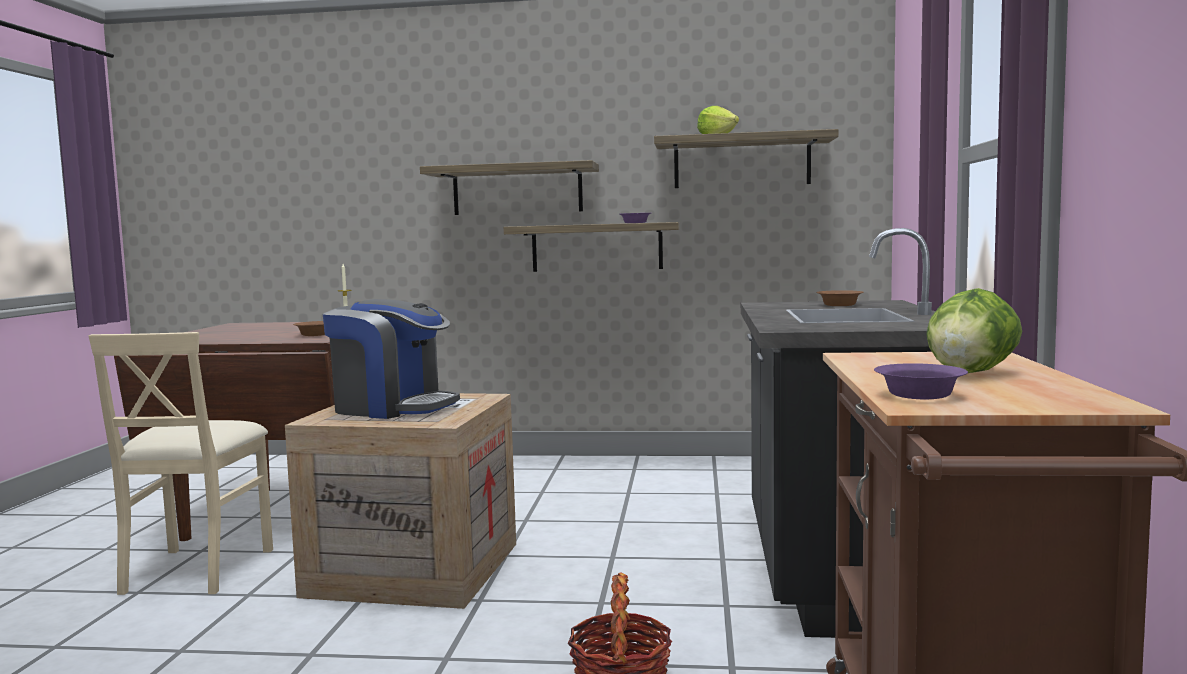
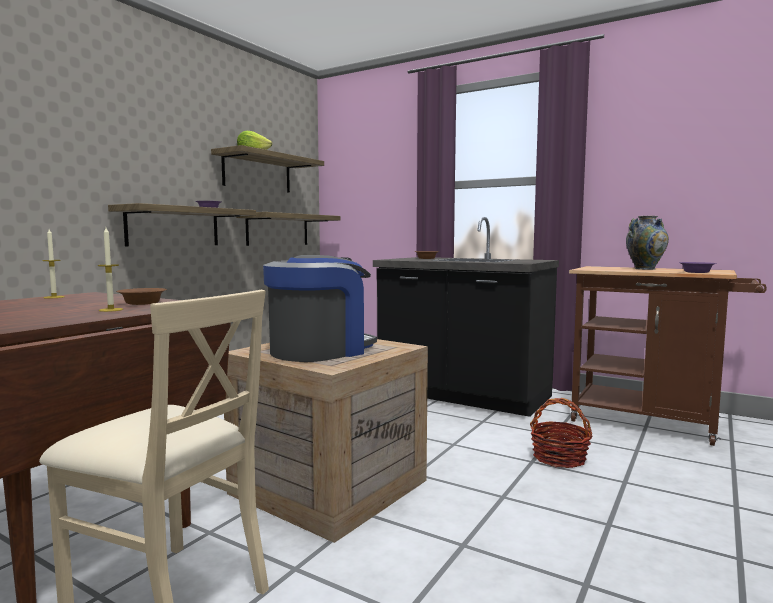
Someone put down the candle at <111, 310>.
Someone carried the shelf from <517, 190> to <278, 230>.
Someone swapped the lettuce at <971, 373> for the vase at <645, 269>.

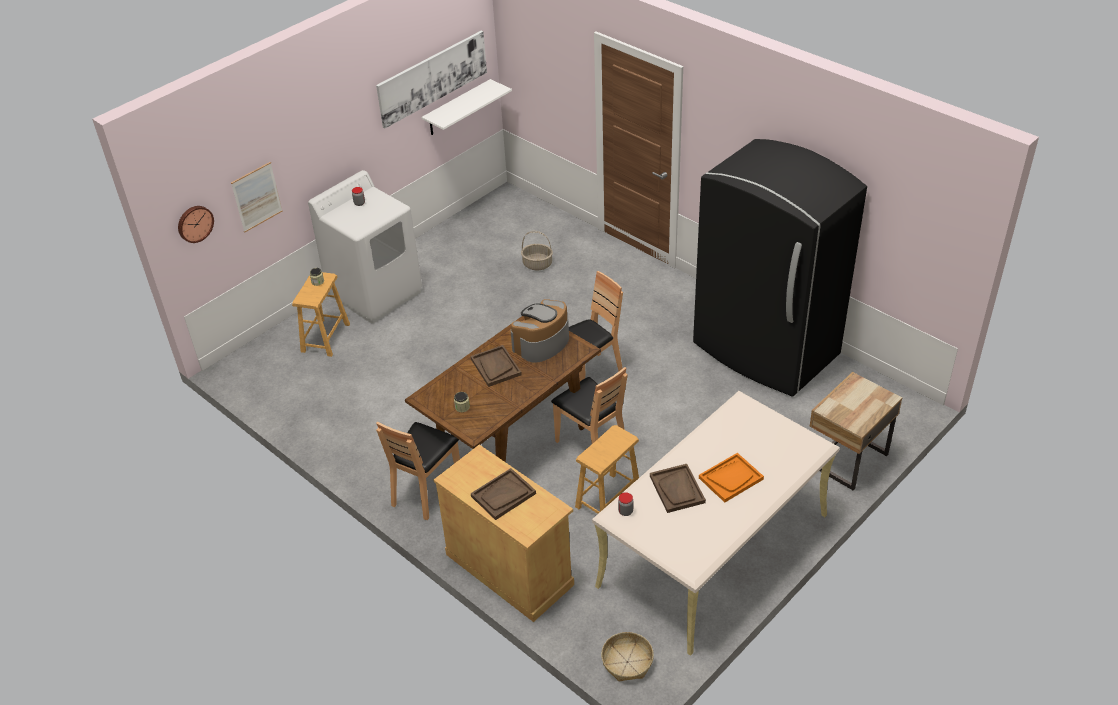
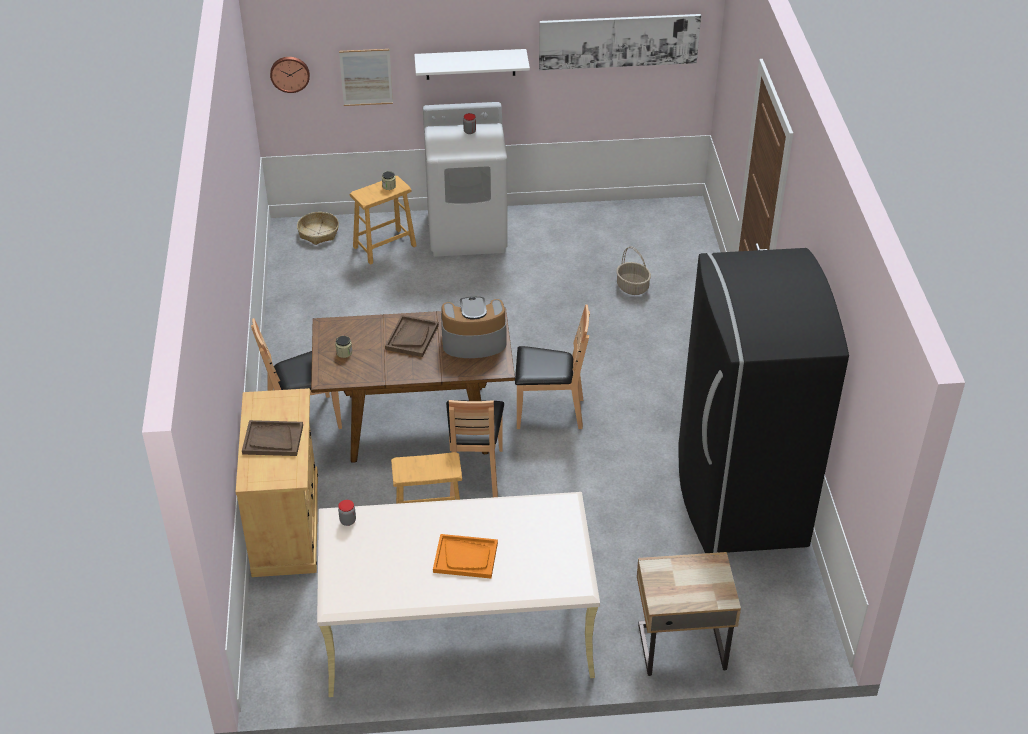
Someone carried the storage basket from <627, 662> to <318, 233>.
Someone carried the white-coloured shelf from <457, 108> to <470, 64>.
Someone took away the brown tray at <677, 489>.

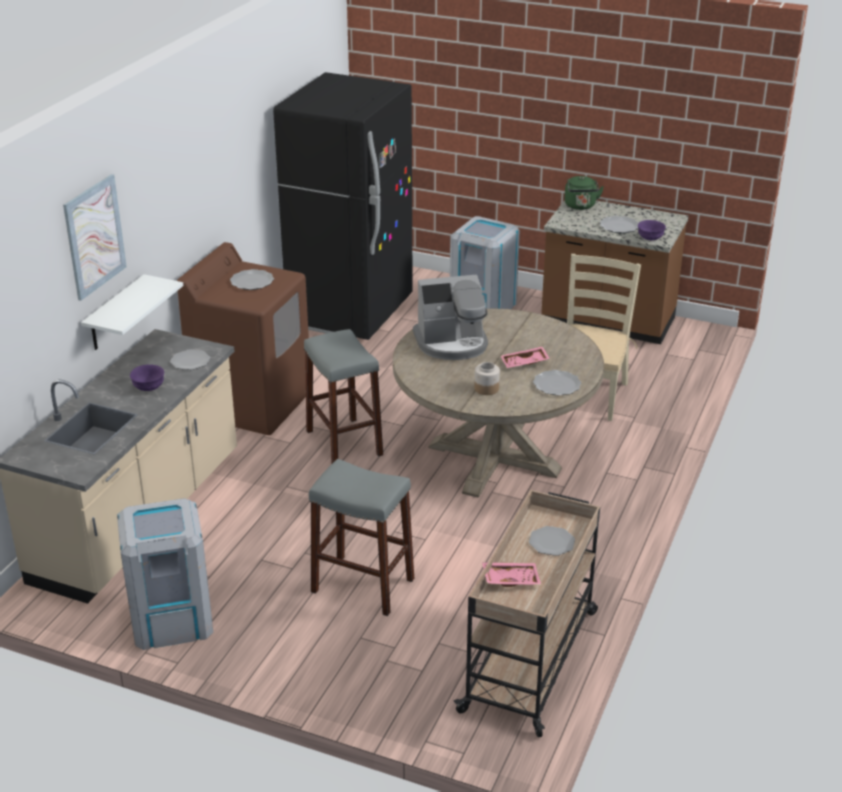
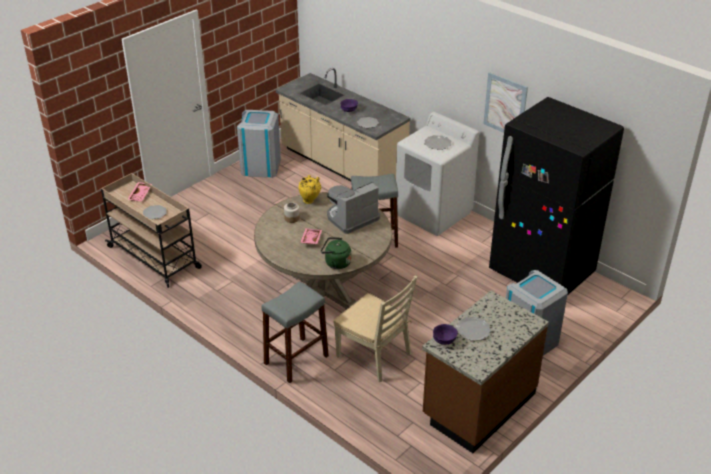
Someone carried the grey stool seat from <362, 585> to <296, 359>.
Someone put down the yellowish vase at <310, 201>.
Someone carried the green tea kettle from <580, 206> to <336, 263>.
Someone rotated the coffee machine at <452, 343> by 45 degrees clockwise.
Someone repainted the brown laundry machine at <252, 404>, which became the white-coloured laundry machine at <433, 213>.
Someone carried the wall art from <94, 236> to <505, 105>.
Someone took away the white-coloured shelf at <115, 314>.
Someone took away the flat dish at <556, 385>.

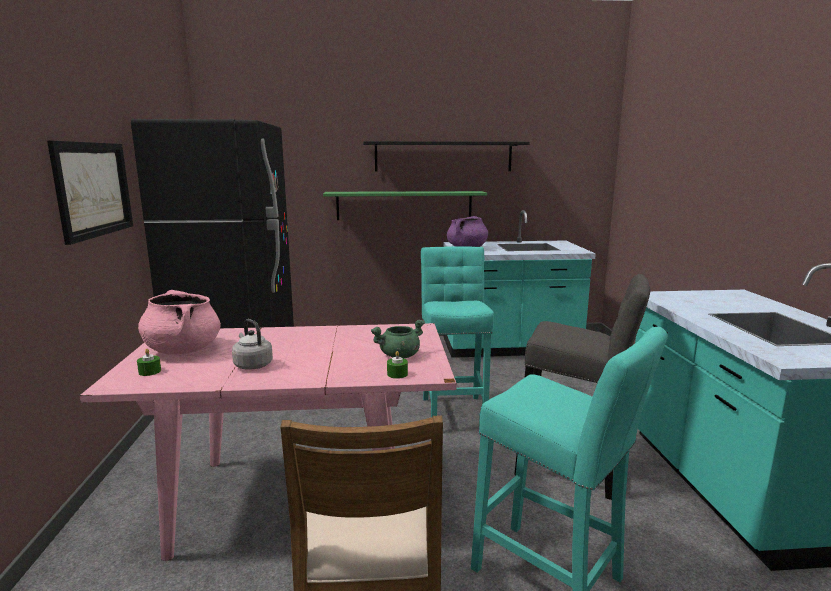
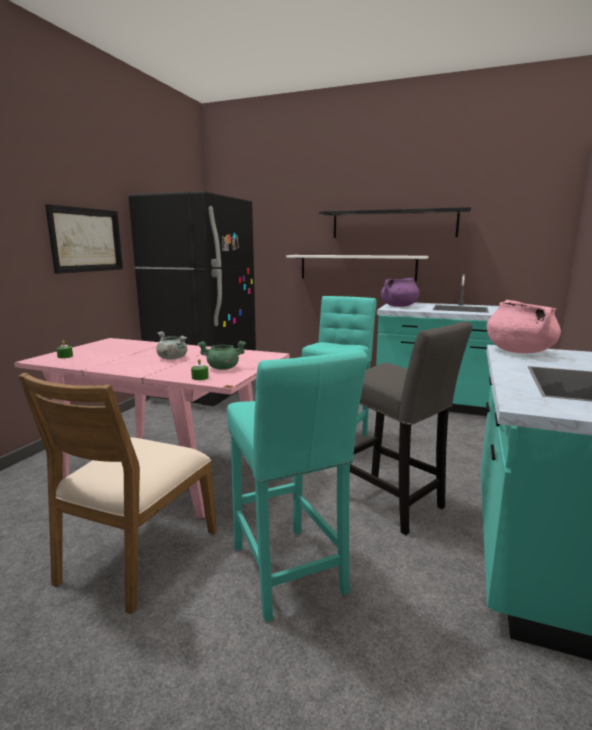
Someone put down the grey stockpot at <172, 358>.
Someone repainted the green shelf at <404, 205>, which became the white-coloured shelf at <357, 267>.
Someone carried the pink stockpot from <183, 350> to <518, 351>.
Someone took away the grey tea kettle at <252, 365>.

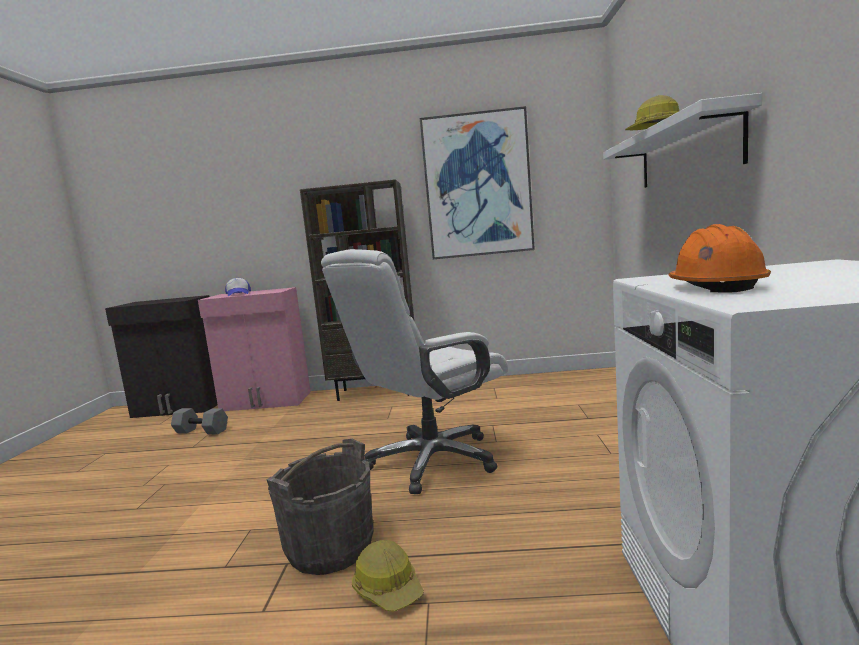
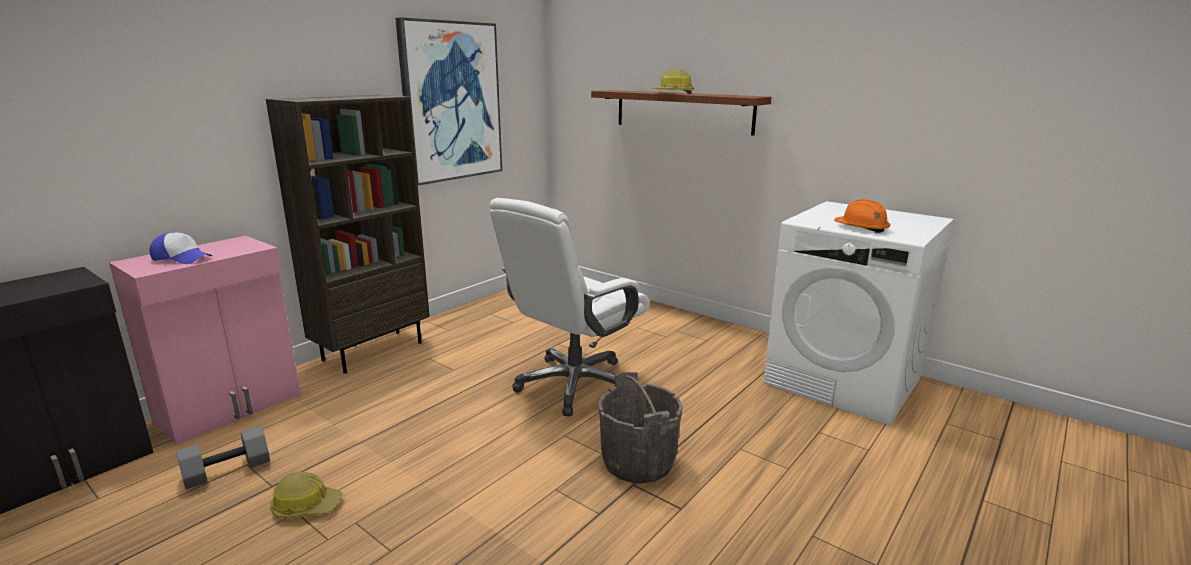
Someone carried the work helmet from <388, 588> to <306, 506>.
Someone rotated the white-coloured office chair at <431, 461> by 45 degrees clockwise.
Someone repainted the white-coloured shelf at <686, 152>, which became the brown shelf at <682, 111>.

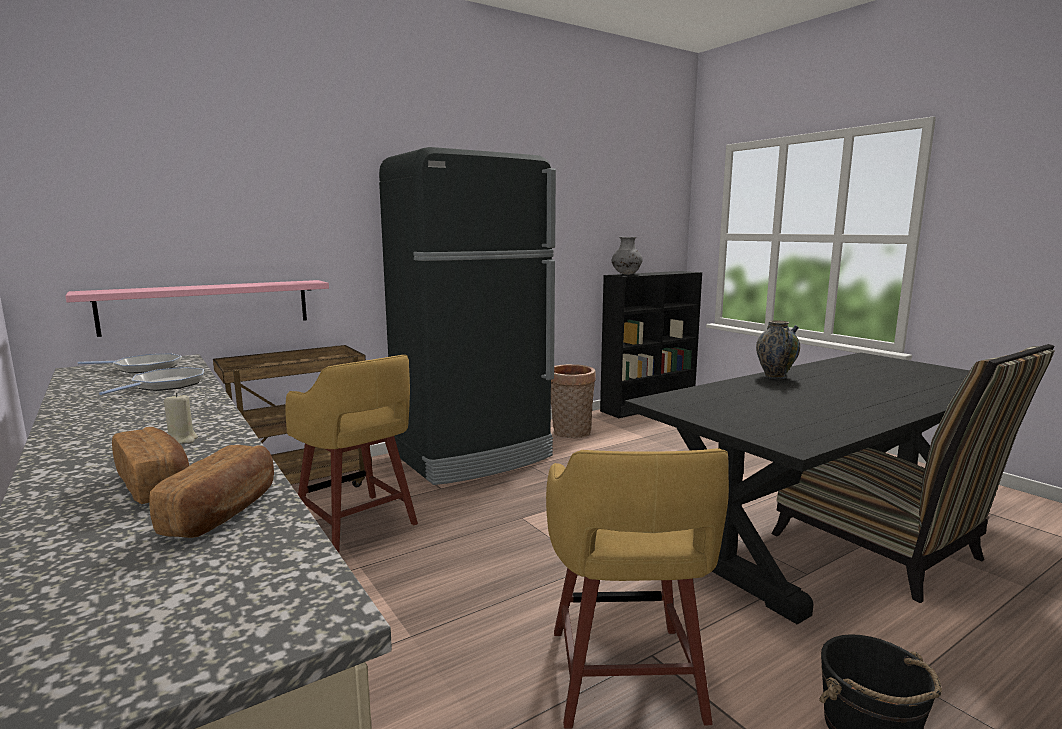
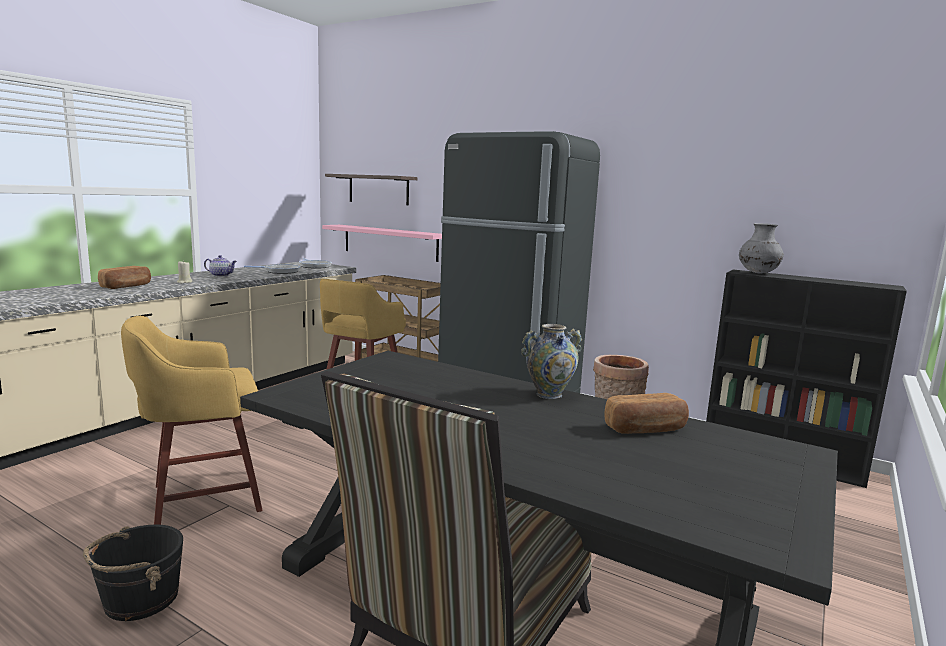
Someone put down the tea pot at <221, 275>.
Someone put up the shelf at <378, 189>.
Someone carried the baked bread from <223, 512> to <646, 429>.

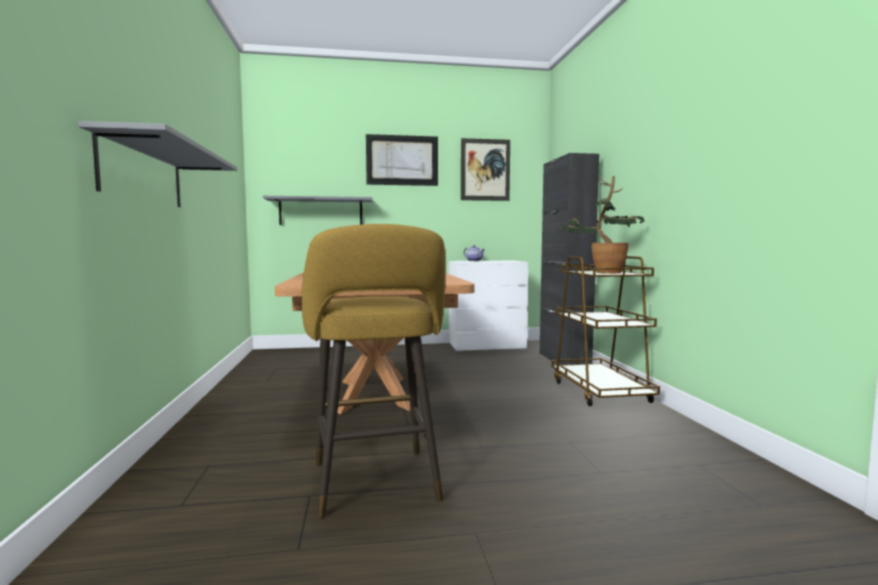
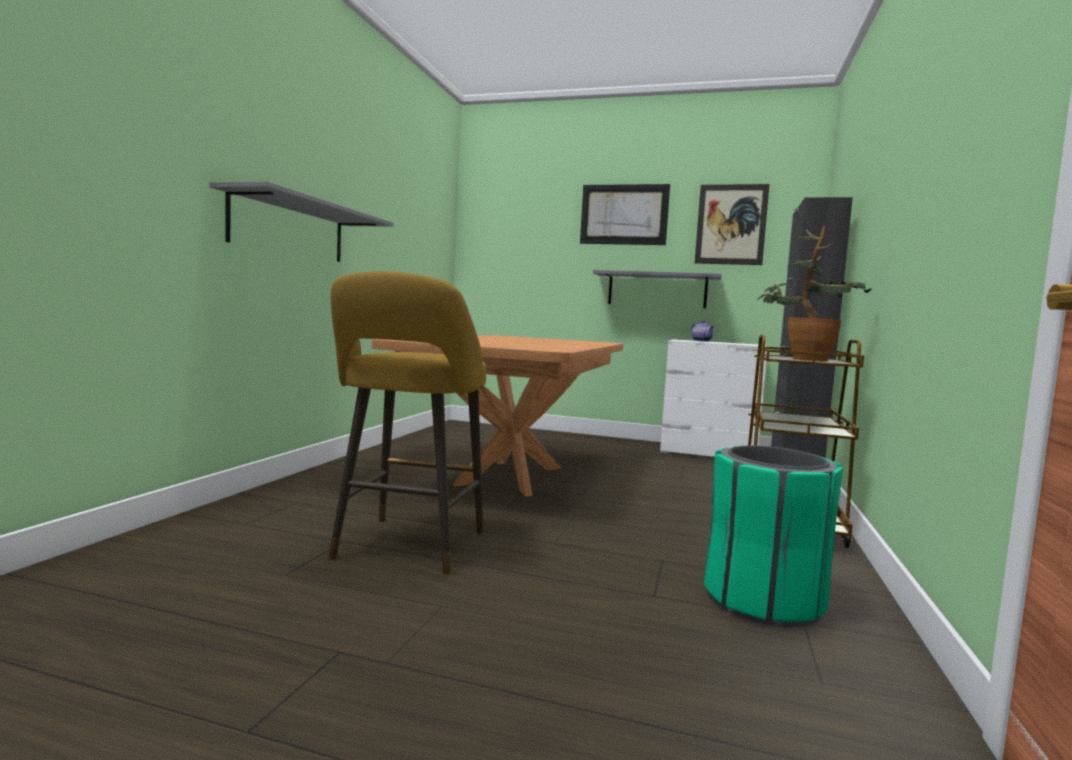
Someone carried the grey shelf from <321, 212> to <657, 290>.
Someone put down the green waste bin at <764, 601>.

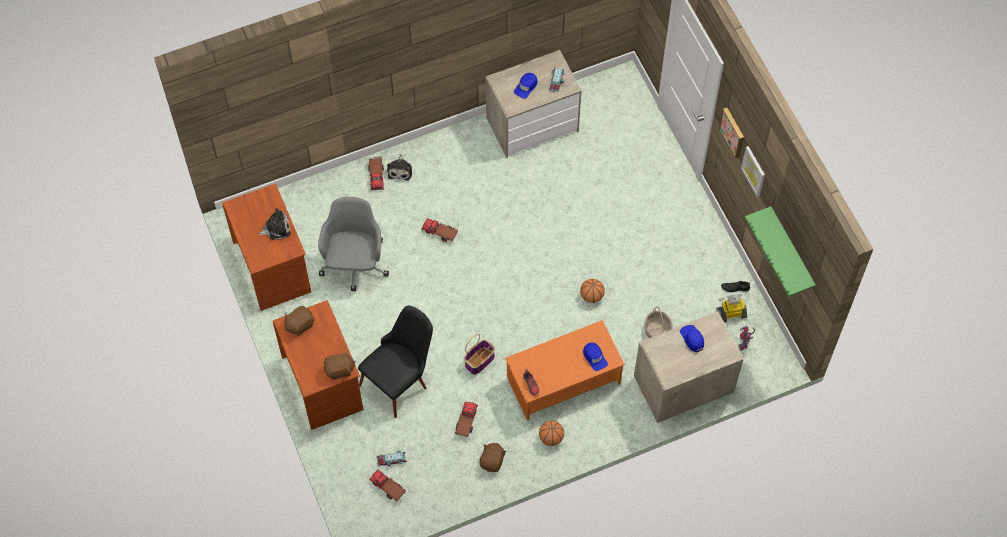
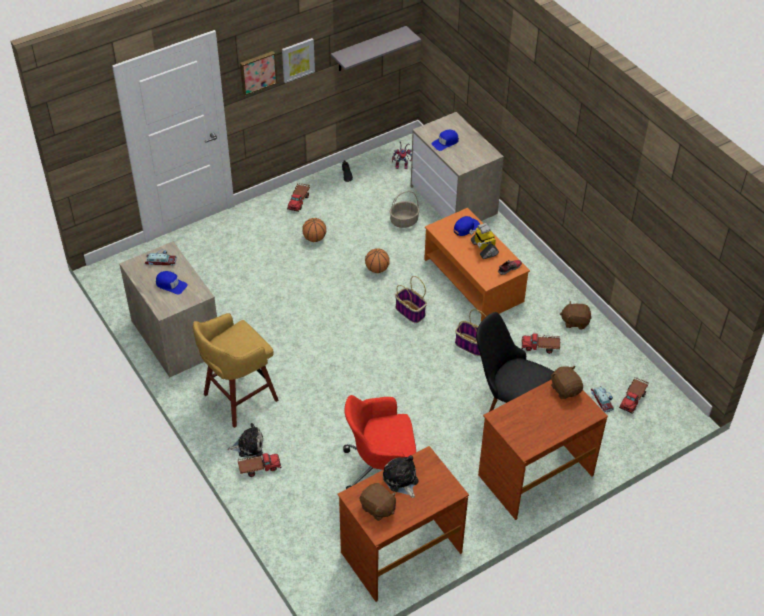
Someone put down the yellowish stool seat at <238, 398>.
Someone carried the model truck from <440, 233> to <299, 201>.
Someone carried the ball for basketball from <551, 438> to <314, 238>.
Someone repainted the green shelf at <791, 251>, which became the grey shelf at <368, 49>.
Someone repainted the grey office chair at <355, 264>, which became the reddish office chair at <381, 469>.
Someone carried the brown cuddly toy from <299, 324> to <378, 508>.
Someone put down the storage basket at <411, 312>.
Someone carried the model robot from <731, 313> to <483, 248>.

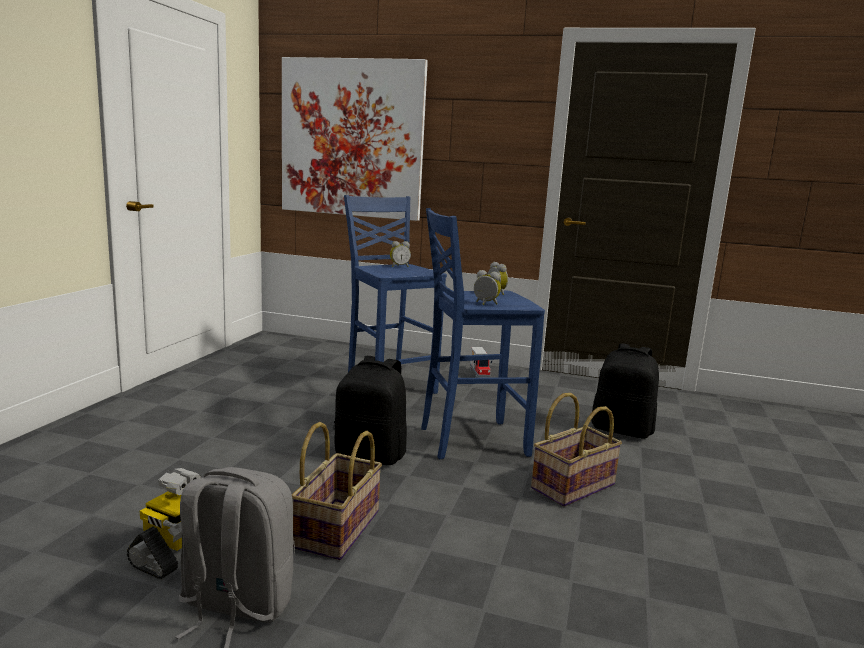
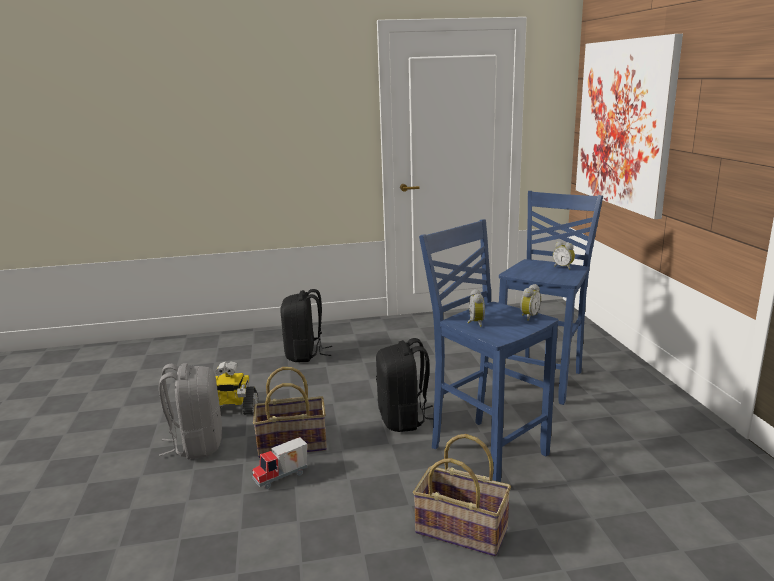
Someone carried the model truck from <480, 374> to <282, 477>.
Someone carried the blackish rucksack from <622, 430> to <305, 354>.

